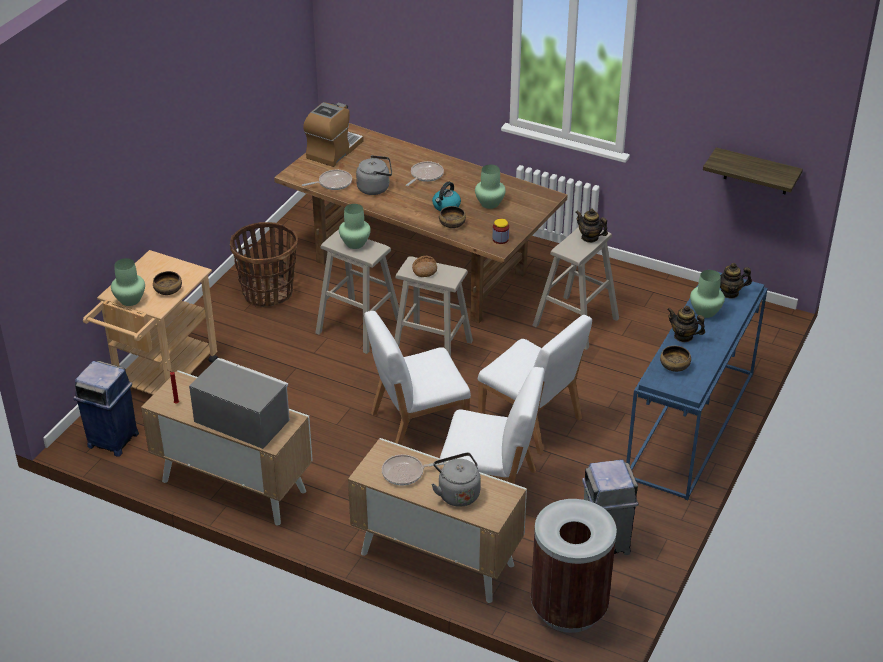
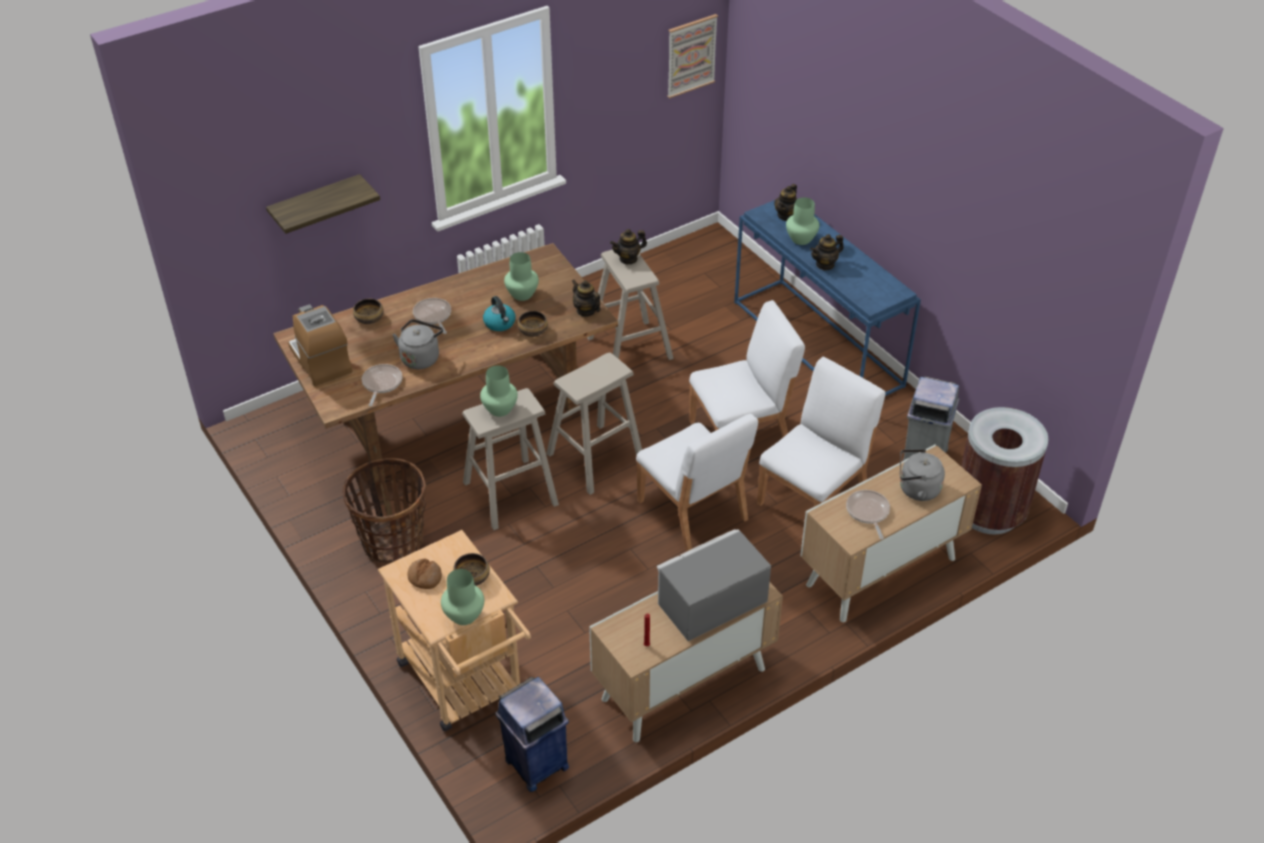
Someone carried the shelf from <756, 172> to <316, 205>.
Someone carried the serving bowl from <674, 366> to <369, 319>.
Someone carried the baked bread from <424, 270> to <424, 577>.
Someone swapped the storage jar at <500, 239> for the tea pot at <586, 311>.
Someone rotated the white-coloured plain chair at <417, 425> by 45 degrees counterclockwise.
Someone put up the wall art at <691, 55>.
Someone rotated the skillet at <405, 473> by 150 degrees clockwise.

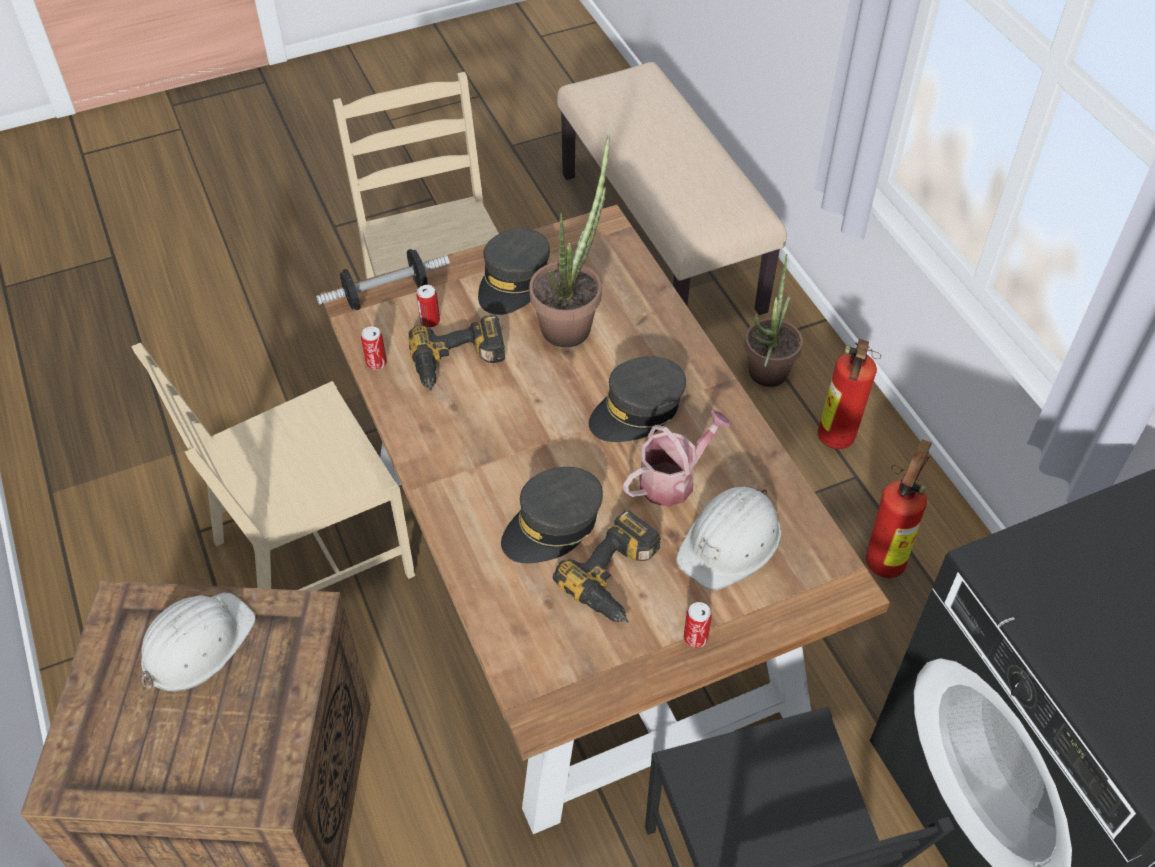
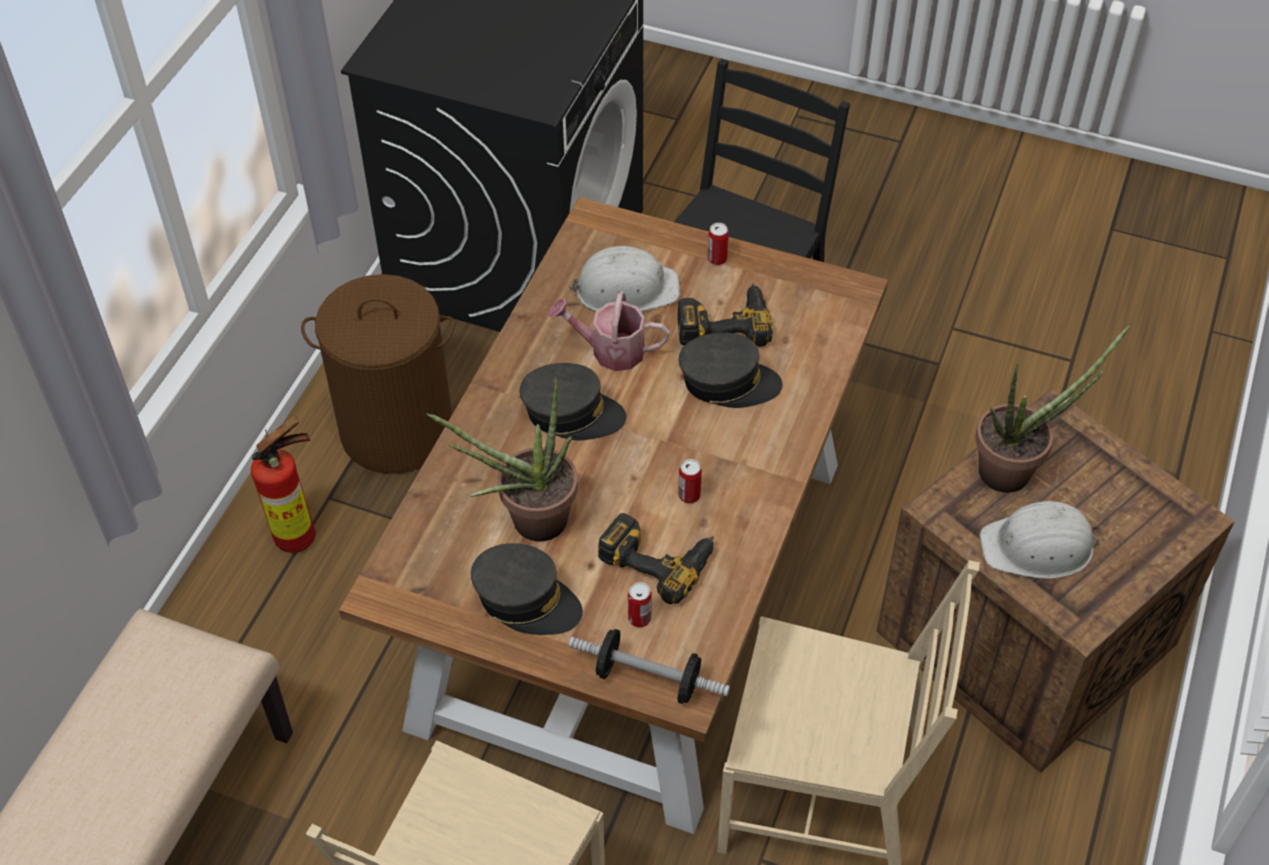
Someone swapped the extinguisher at <887, 558> for the brown hamper at <396, 430>.
Someone rotated the grey cap at <513, 281> by 45 degrees clockwise.
Someone carried the metal can from <376, 363> to <689, 495>.
Someone carried the houseplant from <764, 378> to <1015, 470>.

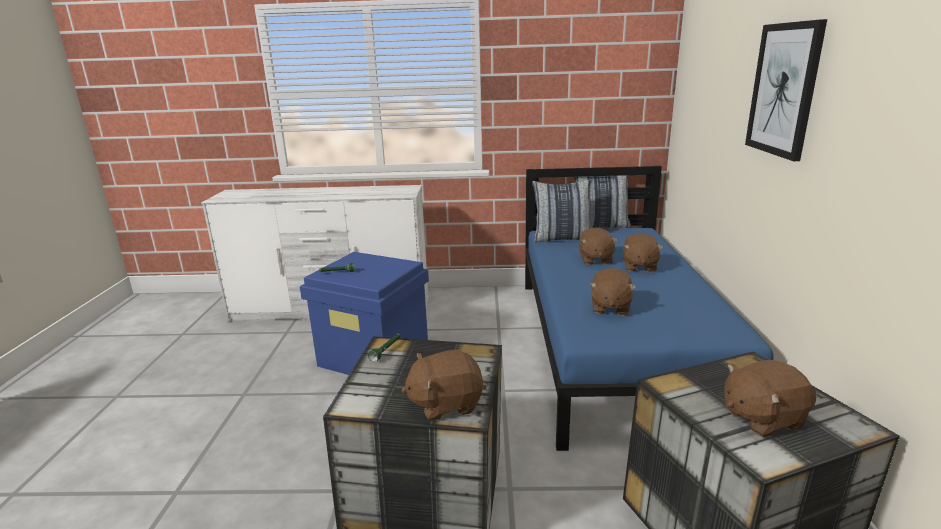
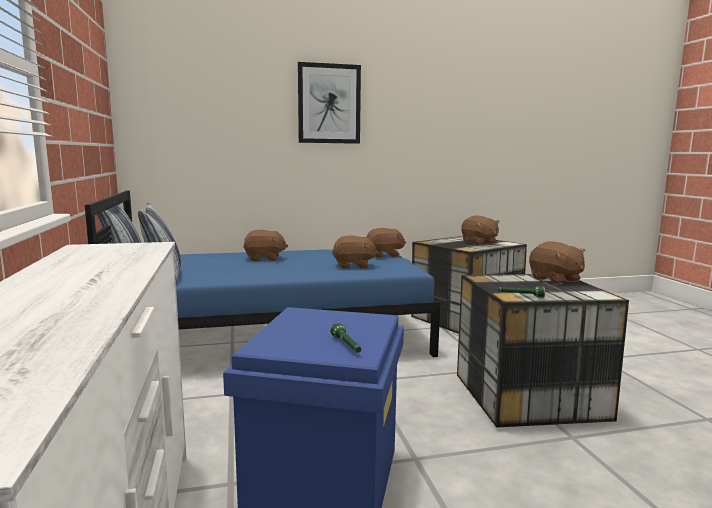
Someone carried the brown cuddly toy from <595, 260> to <384, 255>.

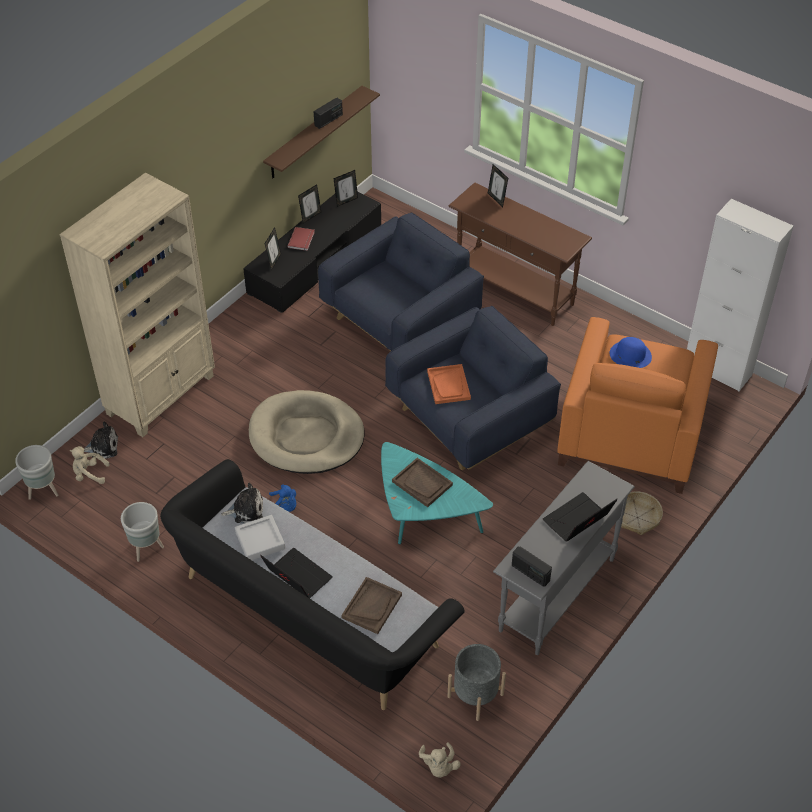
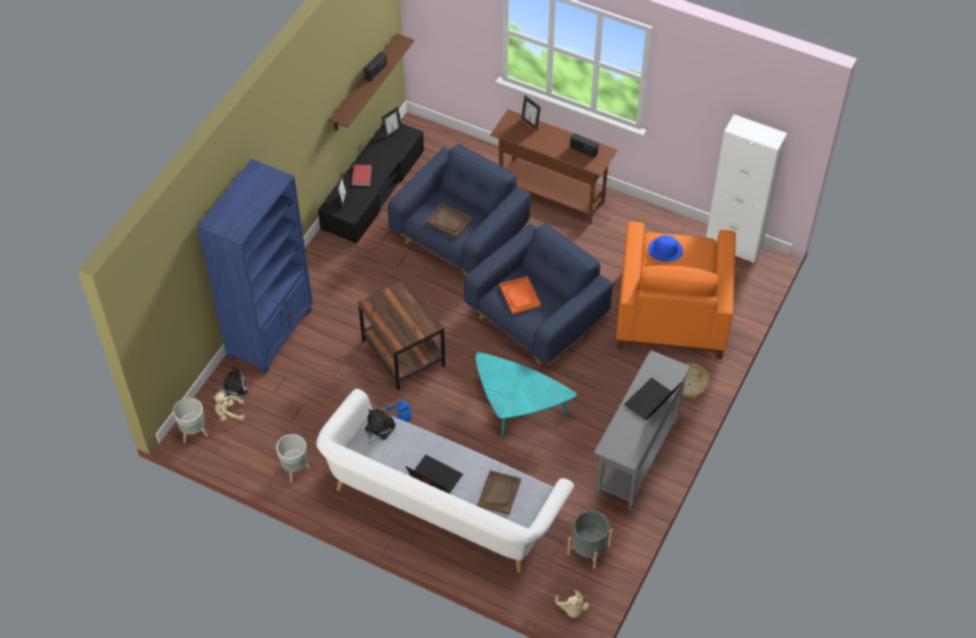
Someone repainted the beige-coloured bookcase at <162, 395>, which became the bluish bookcase at <271, 333>.
Someone repainted the blackish settee at <308, 614>, which became the white-coloured settee at <441, 505>.
Someone swapped the beige-coloured dog cushion at <306, 436> for the brown side table at <404, 353>.
Someone rotated the cuddly toy at <246, 510> by 45 degrees counterclockwise.
Someone carried the brown tray from <422, 483> to <449, 221>.
Someone carried the radio from <530, 573> to <583, 150>.
Someone took away the grey tray at <260, 540>.
Someone took away the picture frame at <310, 217>.

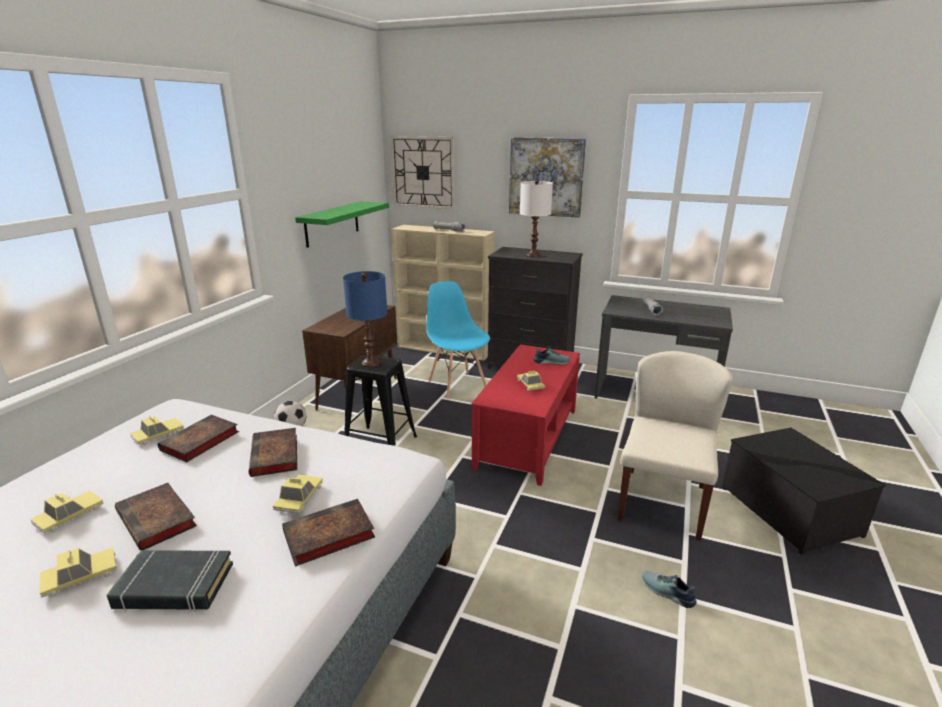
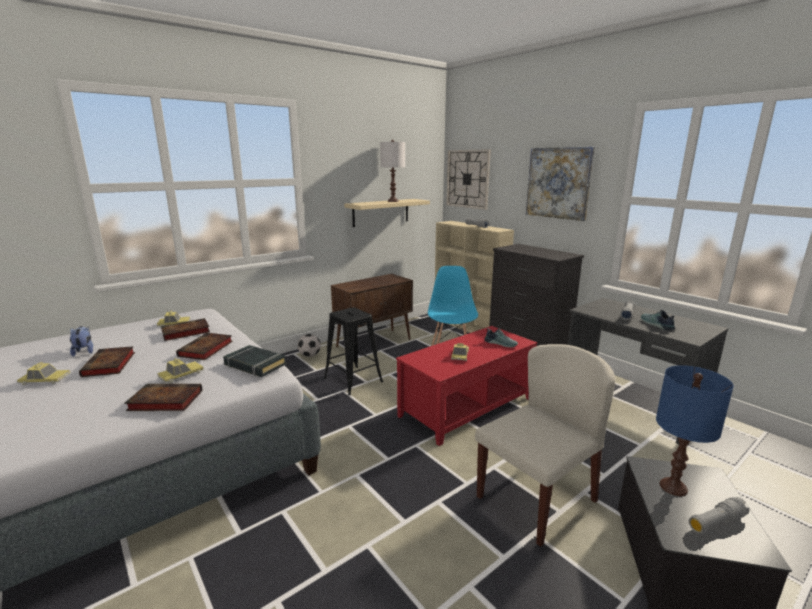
Someone swapped the miniature car at <69, 515> for the cuddly toy at <84, 351>.
Someone carried the blackish volume from <174, 586> to <254, 365>.
Someone repainted the green shelf at <332, 223>, which became the beige-coloured shelf at <381, 212>.
Someone carried the white-coloured table lamp from <533, 255> to <393, 201>.
Someone carried the item of footwear from <667, 593> to <656, 325>.
Someone carried the bluish table lamp from <370, 363> to <672, 487>.
Someone put down the grey flashlight at <716, 522>.

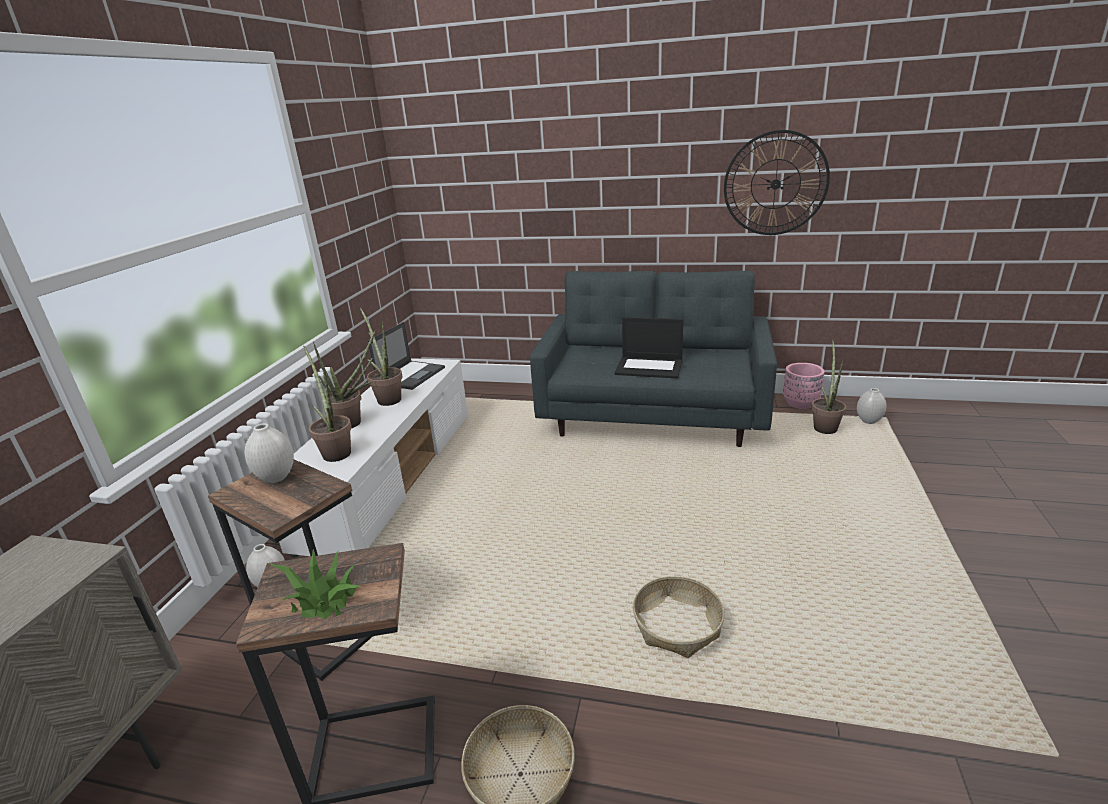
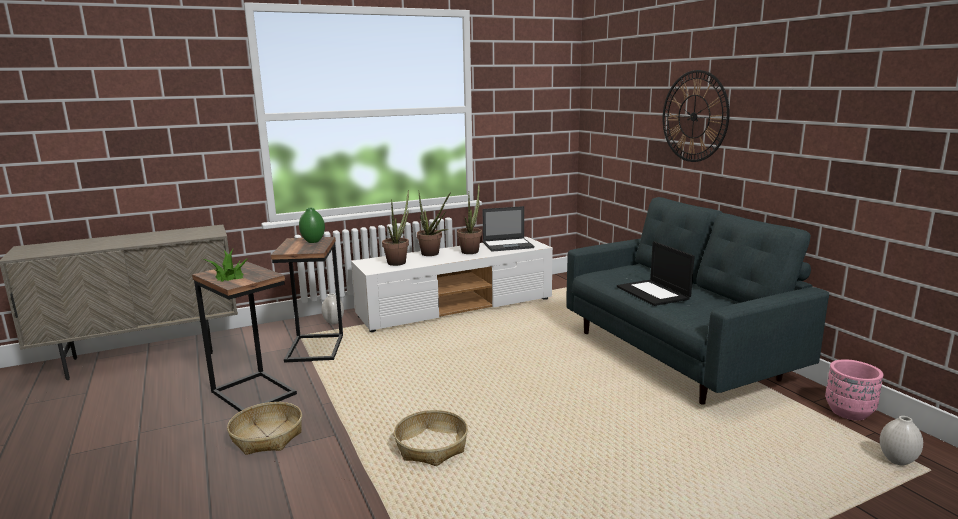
Someone repainted the white-coloured vase at <276, 477>, which became the green vase at <313, 241>.
Someone carried the wall clock from <775, 184> to <694, 116>.
Someone took away the houseplant at <825, 426>.

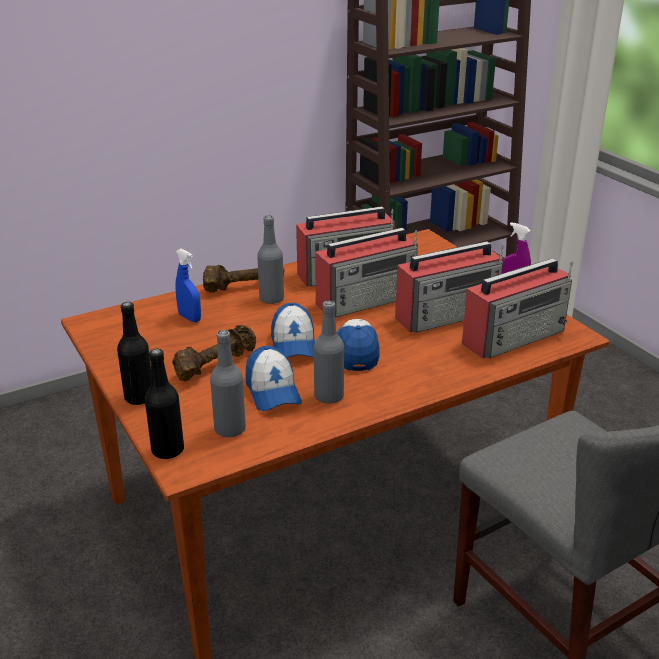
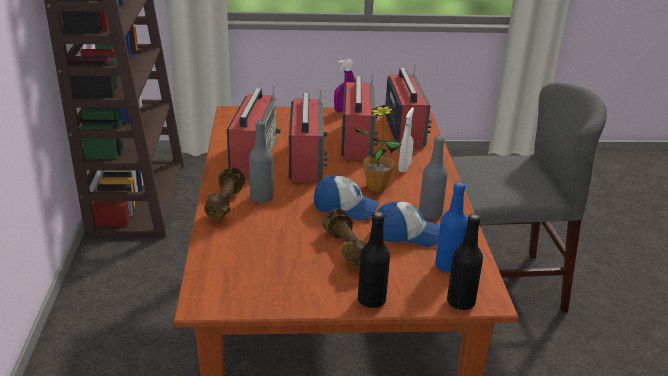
Someone swapped the cap at <356, 351> for the houseplant at <376, 186>.
Someone put down the white-coloured spray bottle at <404, 167>.
Someone repainted the grey bottle at <230, 429>, which became the bluish bottle at <448, 266>.
Someone took away the bluish spray bottle at <190, 318>.

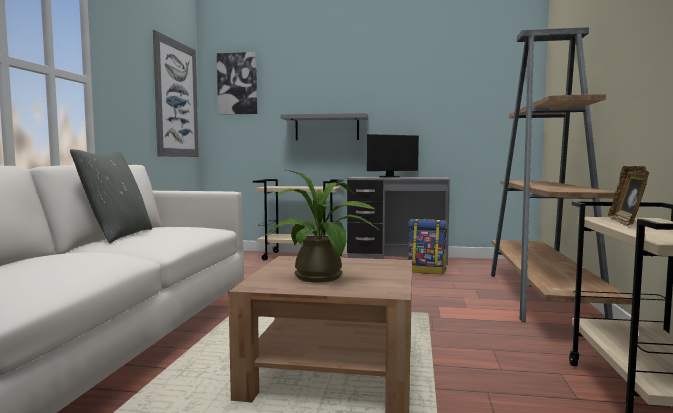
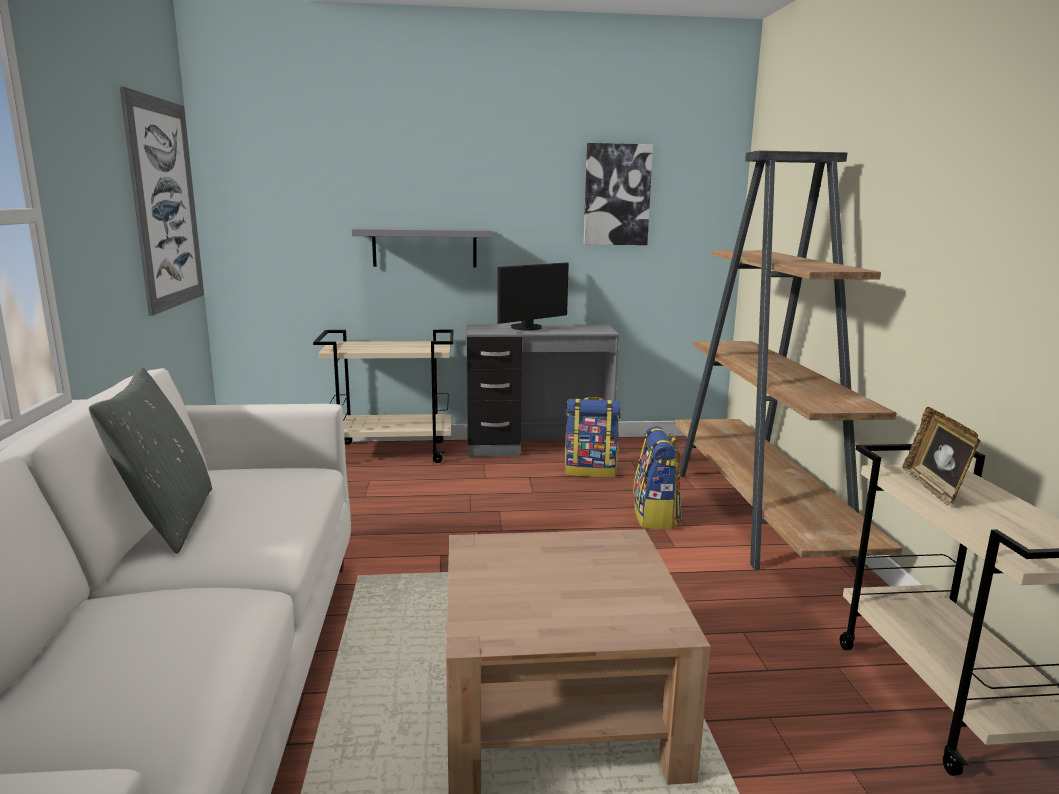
Someone carried the wall art from <237, 84> to <617, 195>.
Someone put down the rucksack at <656, 517>.
Someone took away the houseplant at <322, 278>.

